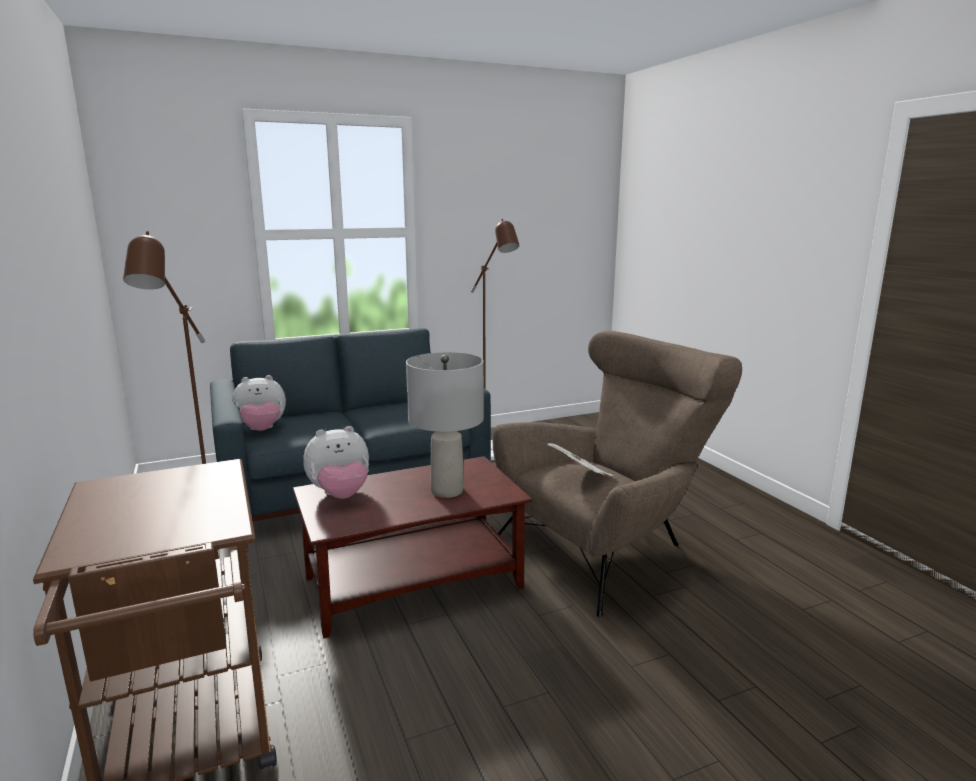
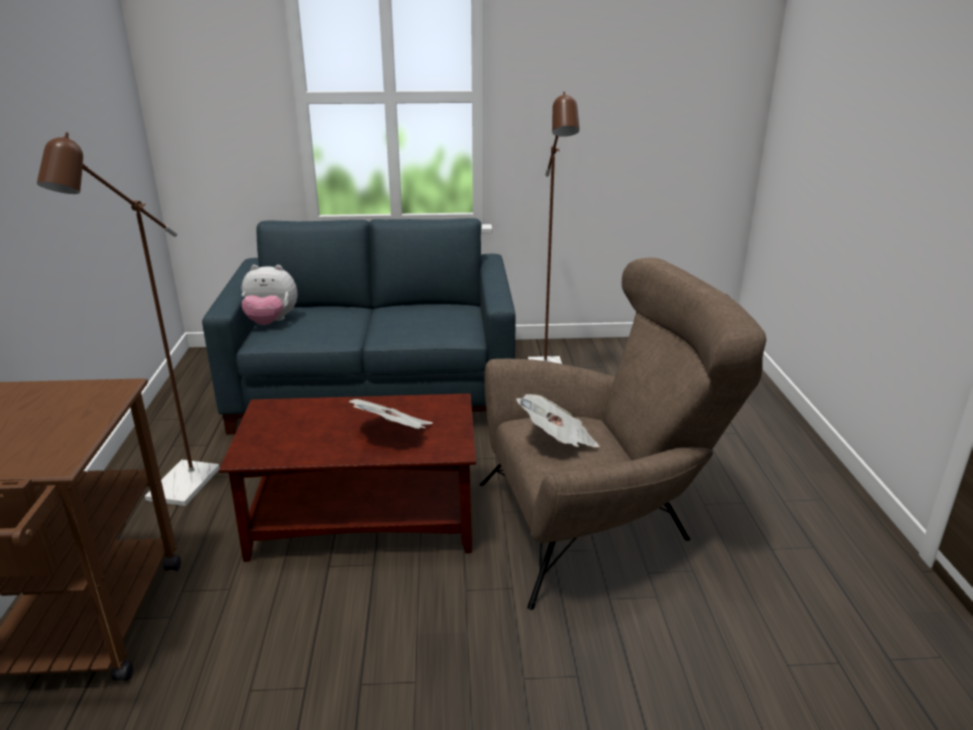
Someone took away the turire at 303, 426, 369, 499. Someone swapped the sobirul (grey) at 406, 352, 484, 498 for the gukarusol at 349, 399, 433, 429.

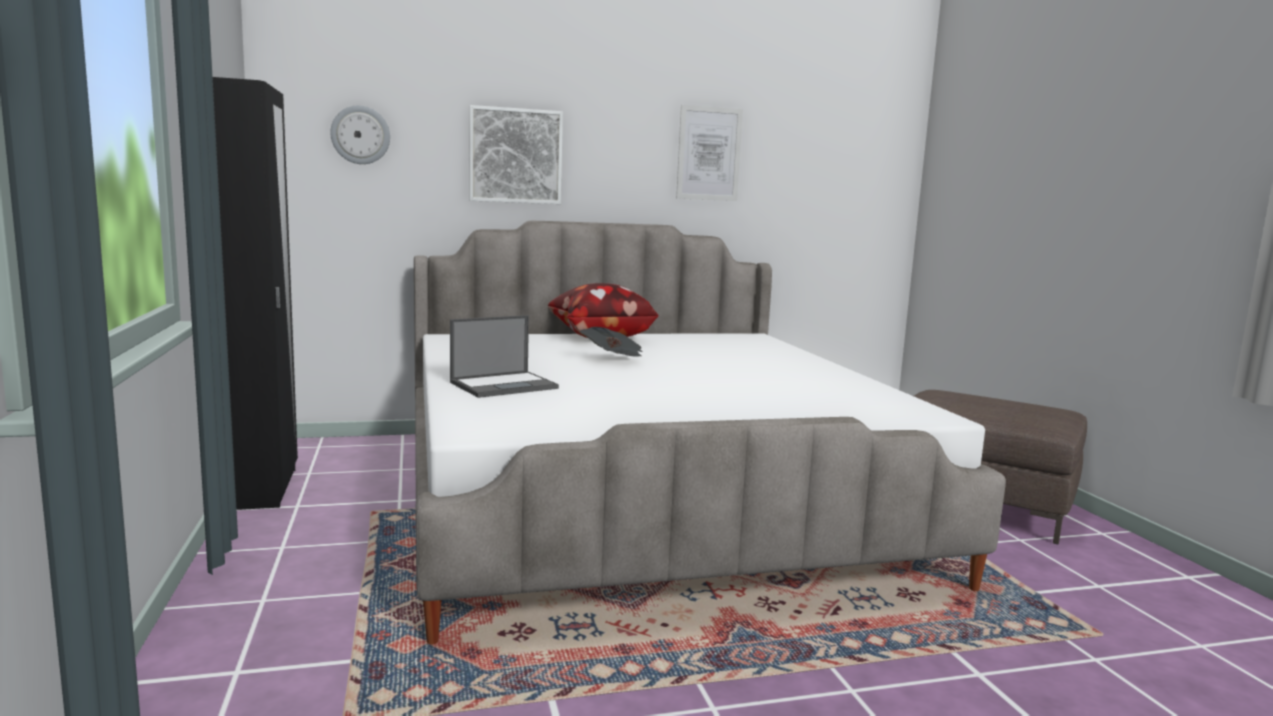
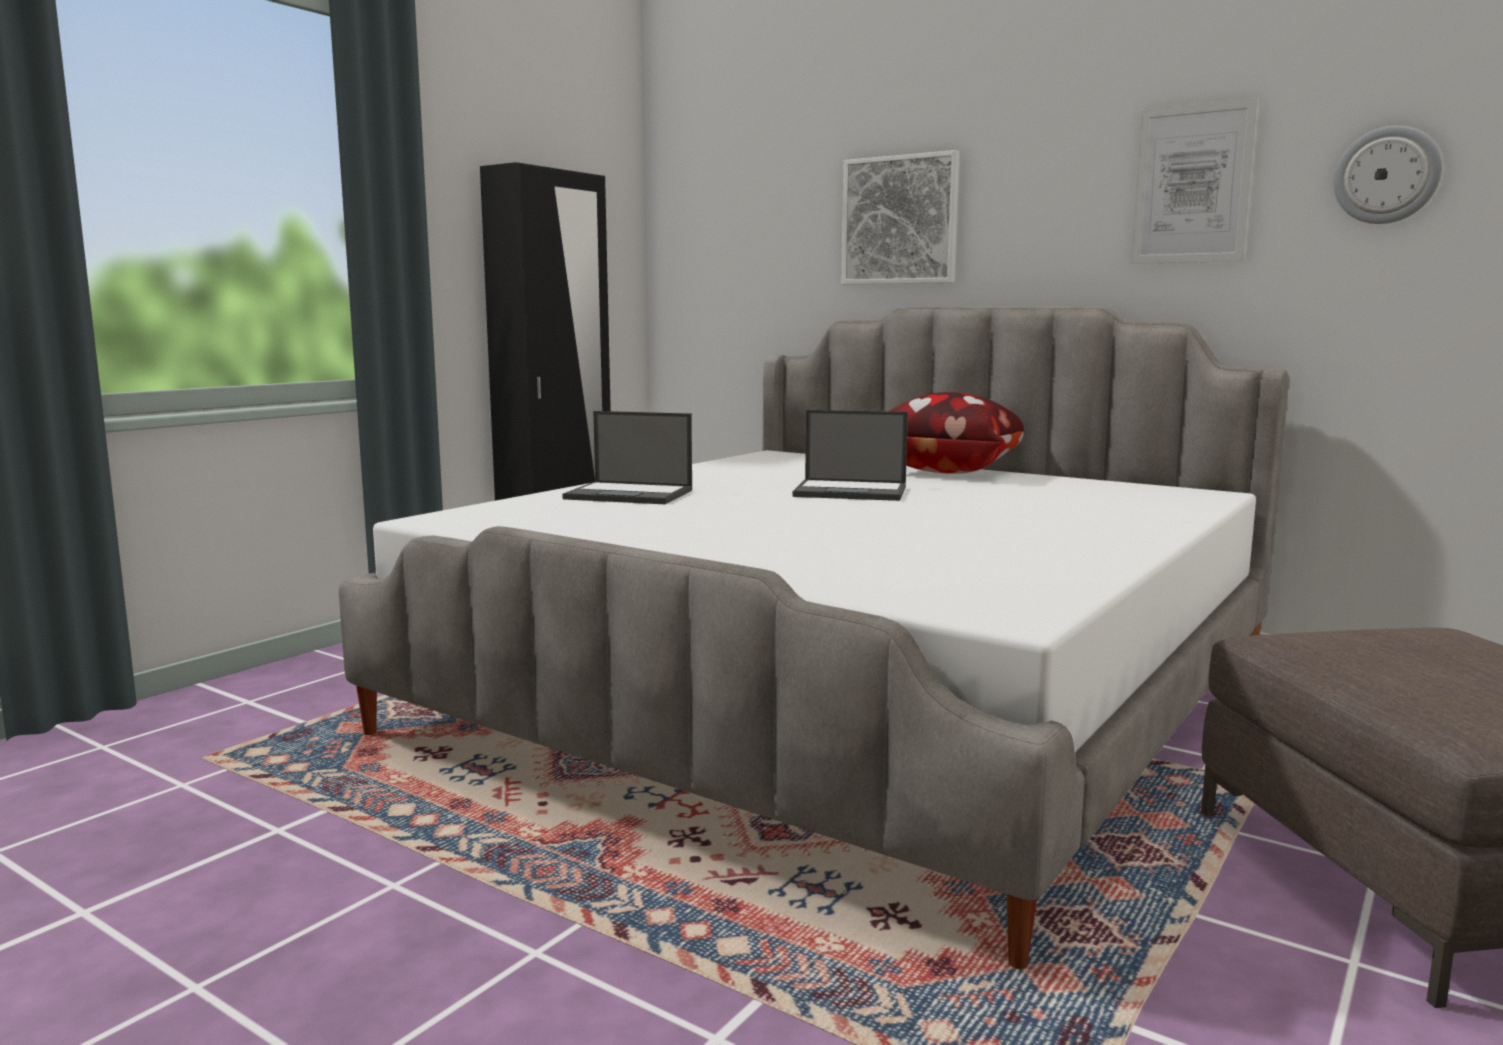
Someone carried the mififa from 330, 106, 390, 164 to 1333, 126, 1442, 224. Someone swapped the gukarusol at 580, 327, 643, 357 for the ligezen at 793, 410, 908, 501.

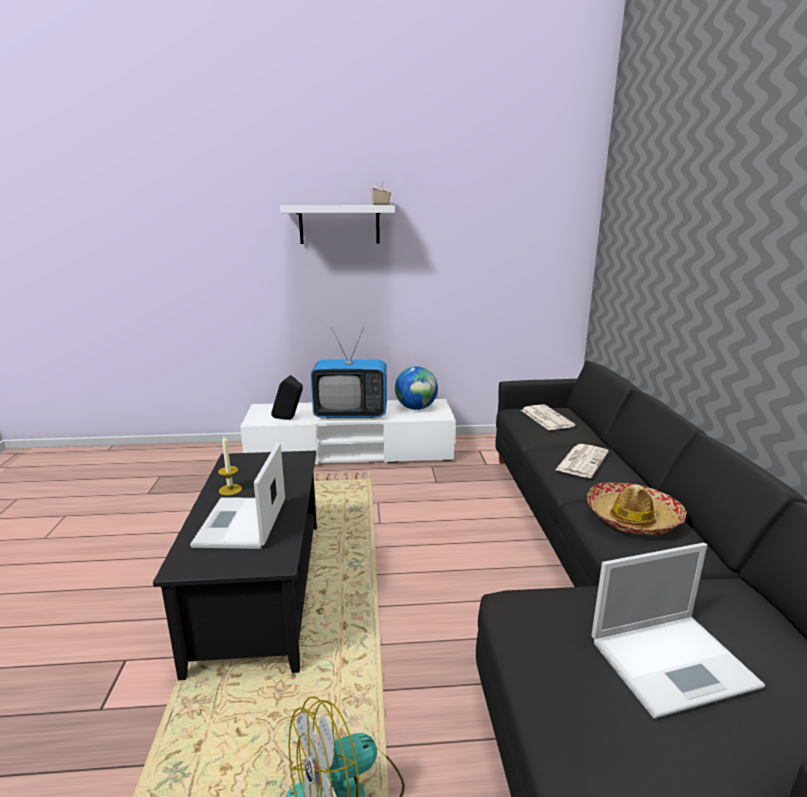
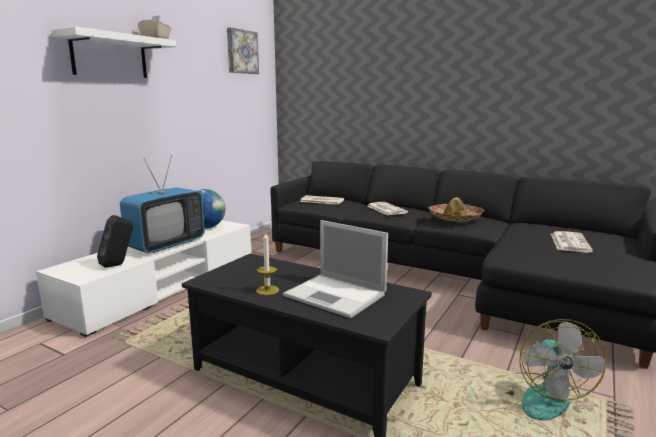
Someone put up the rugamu at 227, 27, 259, 74. Someone swapped the ligezen at 591, 543, 765, 719 for the gukarusol at 551, 231, 593, 253.

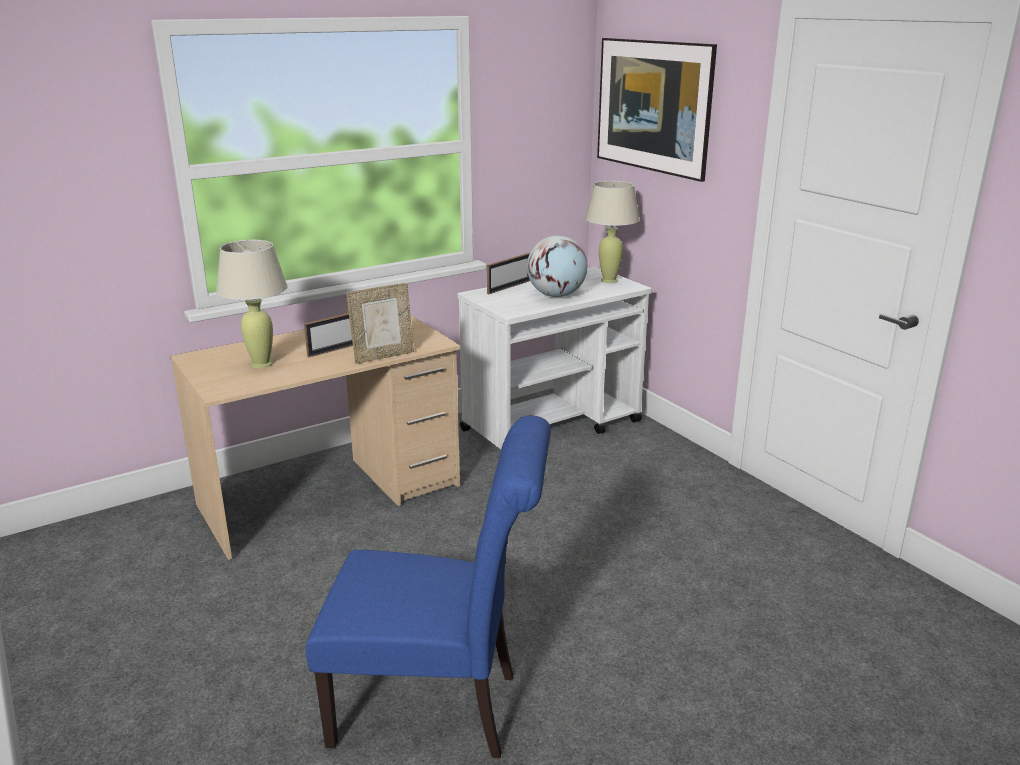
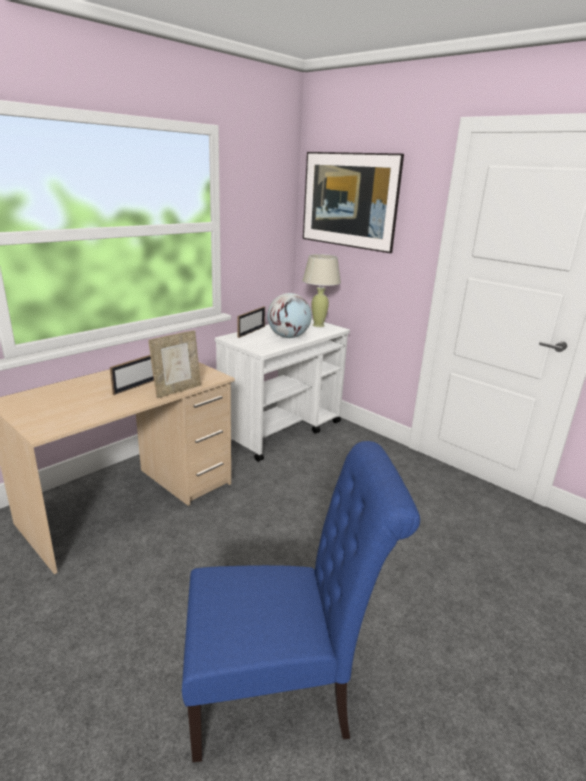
Someone took away the sobirul (beige) at 216, 240, 288, 368.

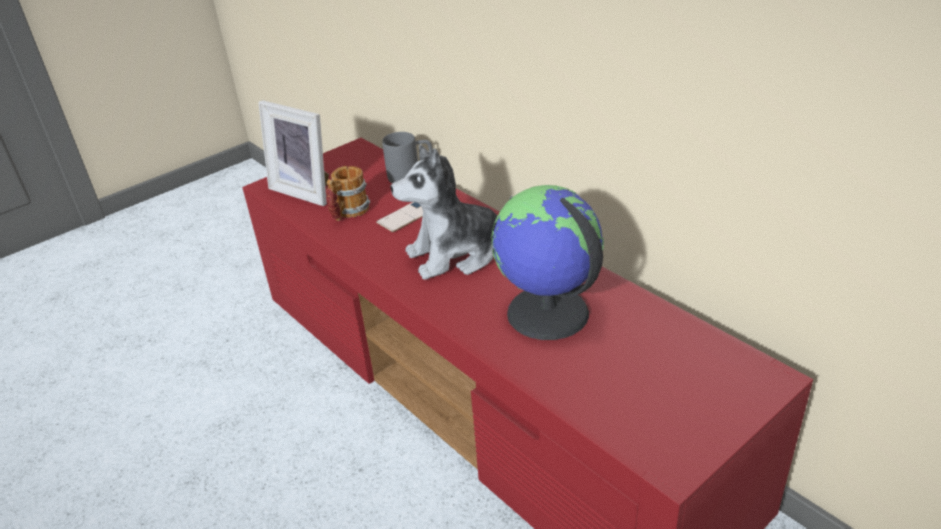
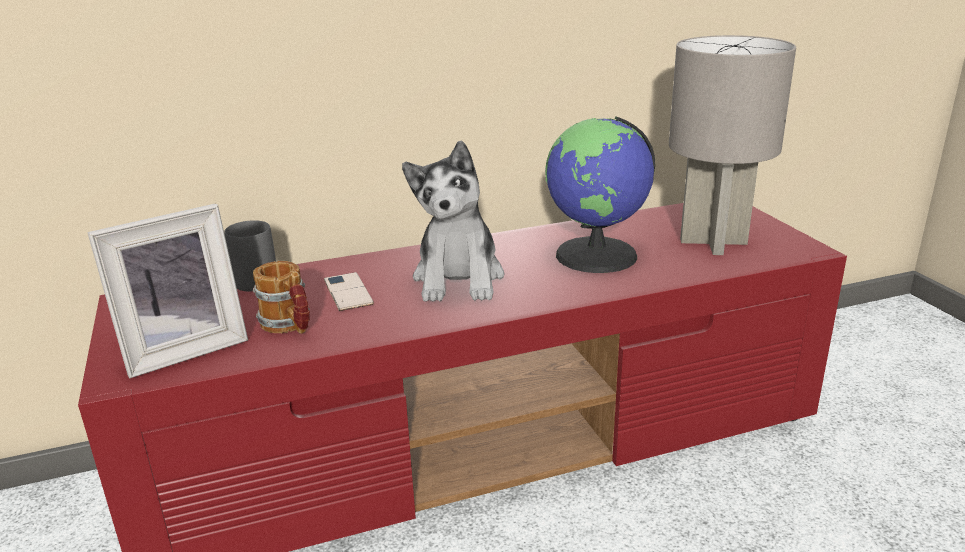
Someone put down the sobirul (grey) at 669, 35, 796, 255.

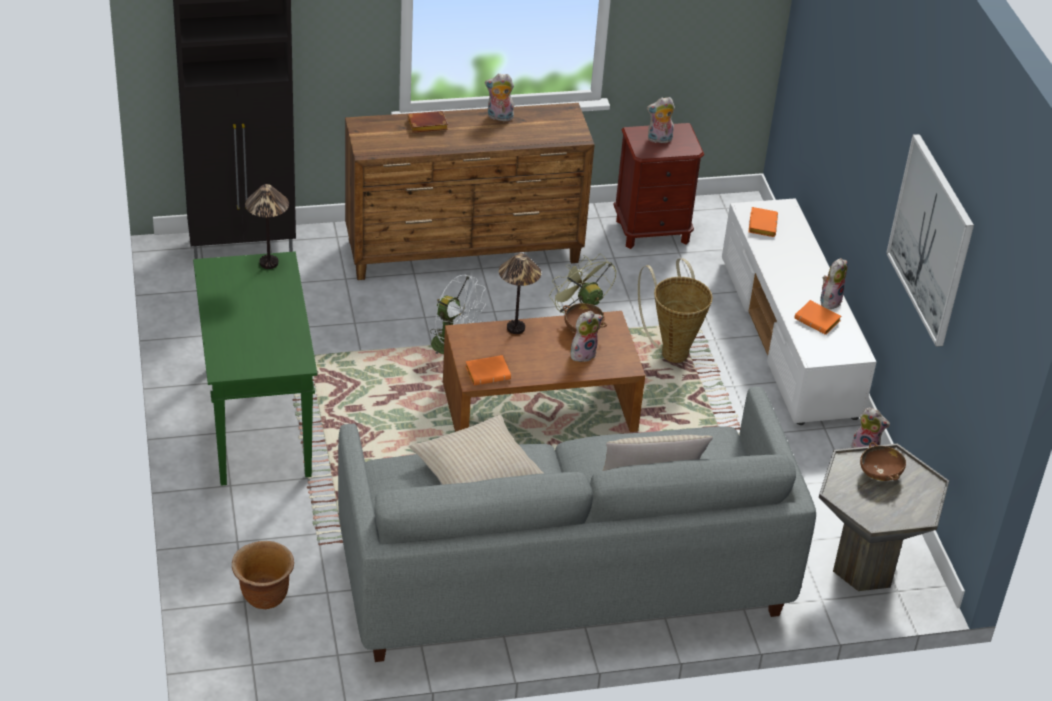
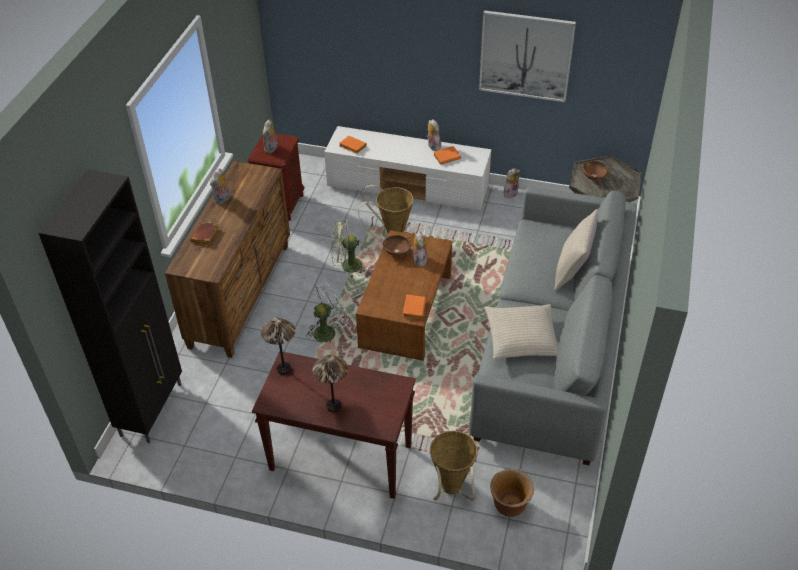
Someone put down the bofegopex at 430, 430, 477, 501. Someone carried the sobirul from 499, 253, 541, 334 to 313, 355, 348, 412. Someone repainted the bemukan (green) at 193, 252, 318, 486, which became the bemukan (brown) at 252, 351, 416, 499.

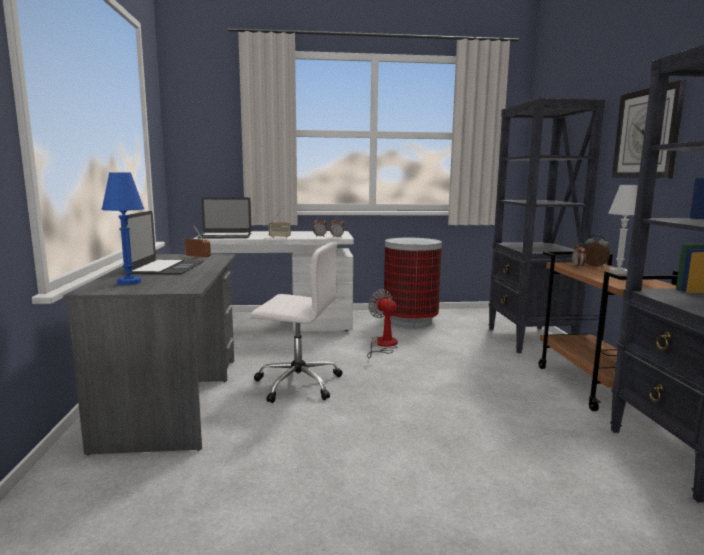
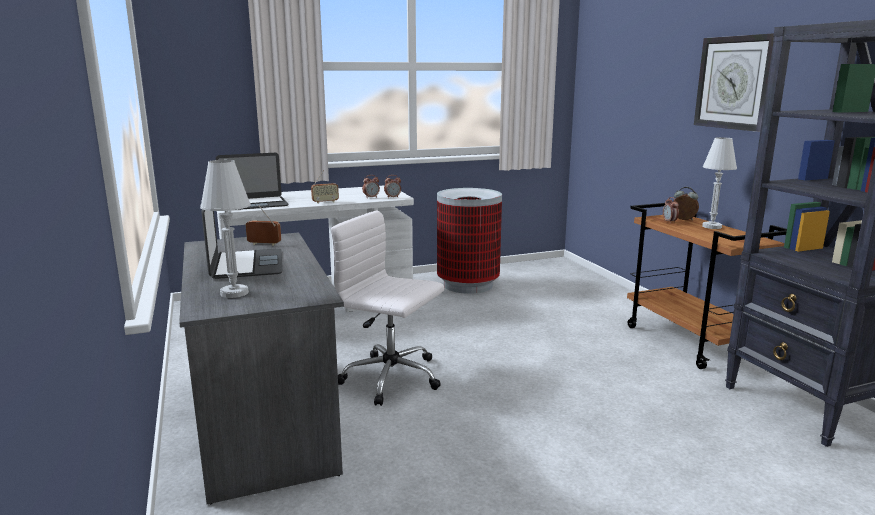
Someone took away the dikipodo at 367, 289, 398, 359. Someone took away the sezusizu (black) at 489, 98, 605, 353. Someone repainted the sobirul (blue) at 102, 172, 144, 285, which became the sobirul (white) at 200, 160, 251, 298. Someone rotated the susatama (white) at 250, 242, 342, 403 by 150 degrees counterclockwise.

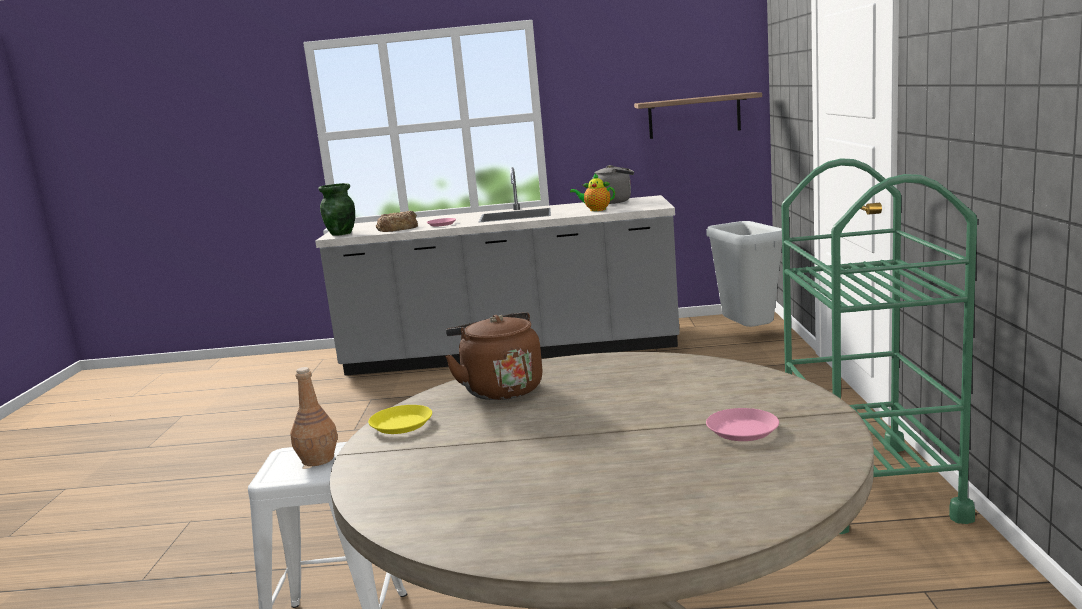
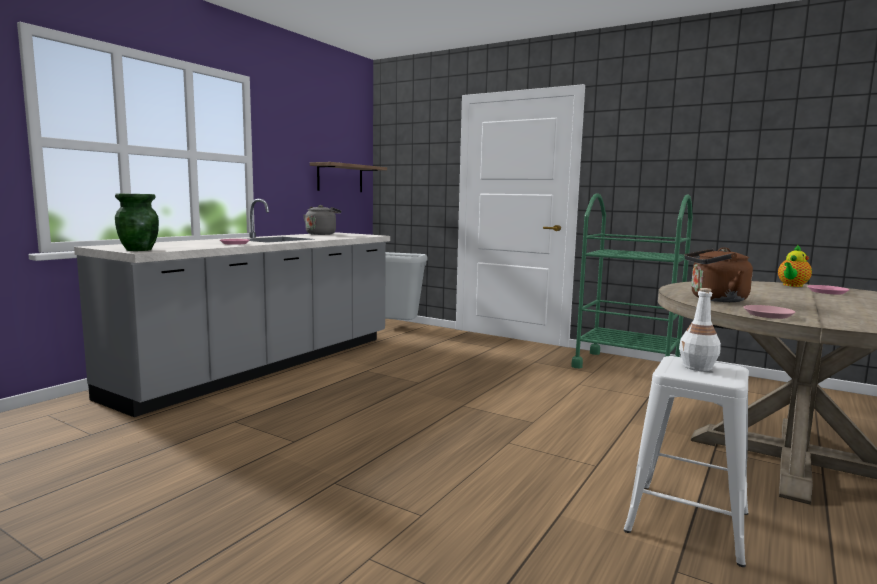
Someone took away the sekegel at 376, 211, 418, 232. Someone carried the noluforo from 570, 173, 615, 211 to 778, 245, 812, 287. Someone repainted the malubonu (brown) at 290, 367, 338, 466, which became the malubonu (white) at 679, 288, 721, 371. Someone repainted the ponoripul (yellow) at 368, 405, 432, 434, which became the ponoripul (pink) at 744, 305, 796, 319.

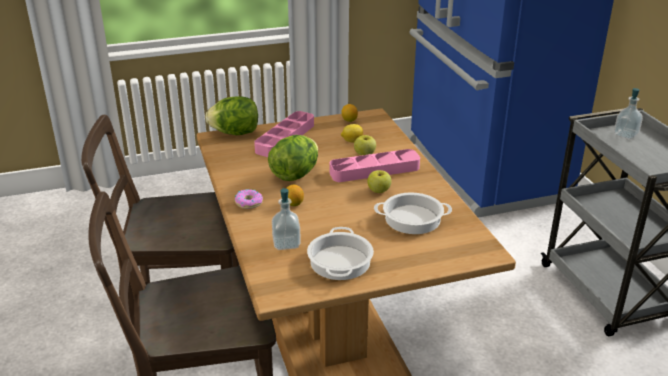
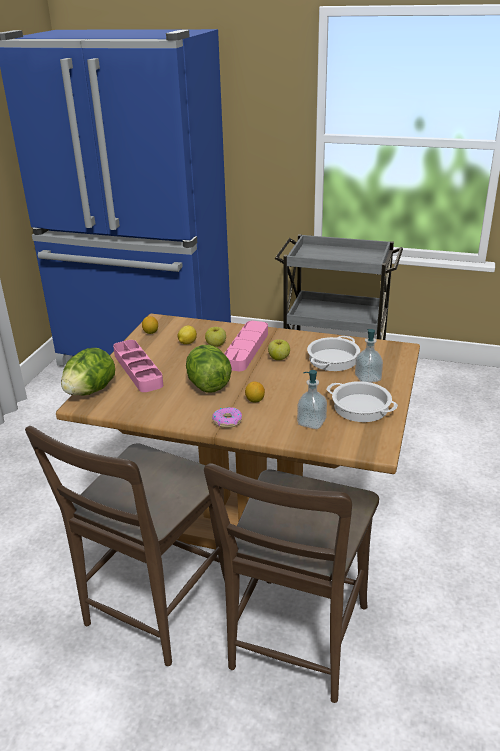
Someone carried the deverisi from 614, 88, 643, 140 to 355, 329, 383, 383.

